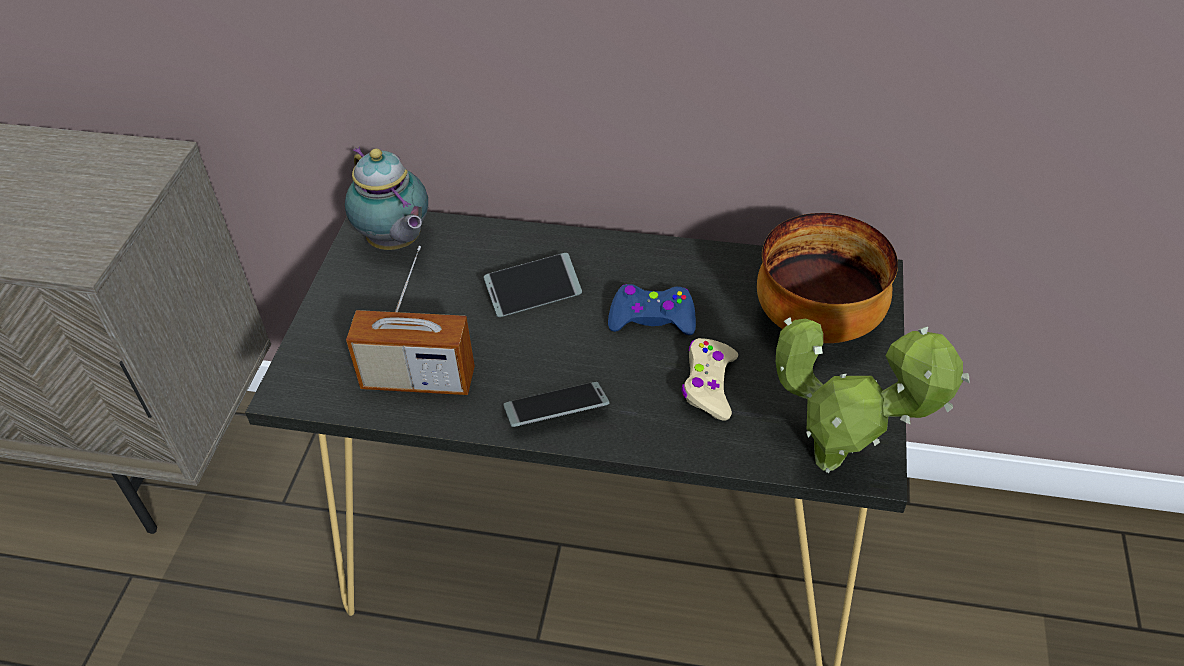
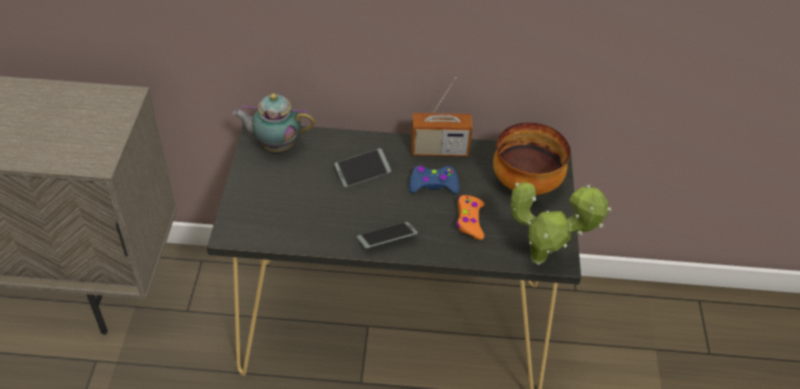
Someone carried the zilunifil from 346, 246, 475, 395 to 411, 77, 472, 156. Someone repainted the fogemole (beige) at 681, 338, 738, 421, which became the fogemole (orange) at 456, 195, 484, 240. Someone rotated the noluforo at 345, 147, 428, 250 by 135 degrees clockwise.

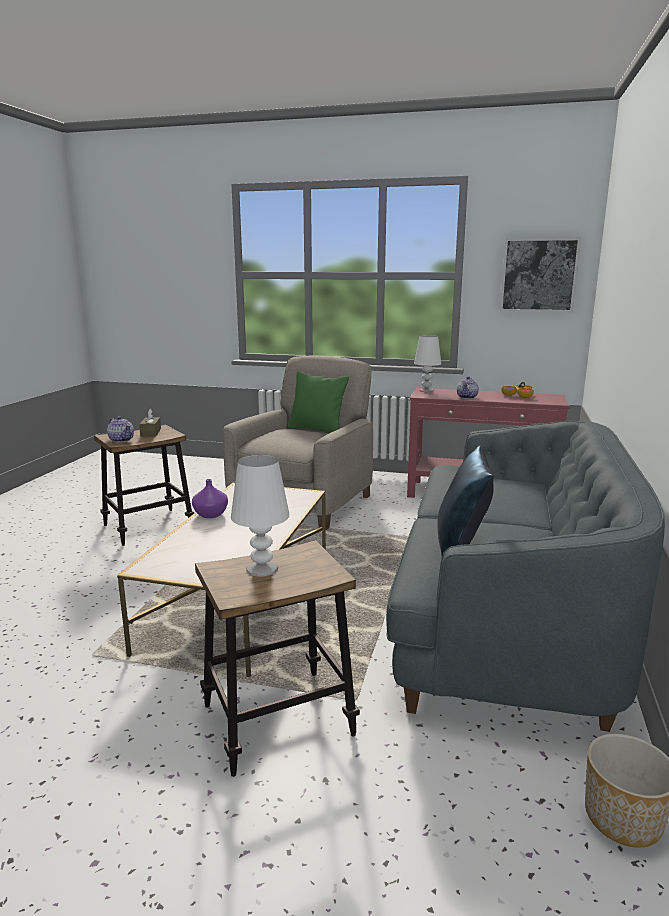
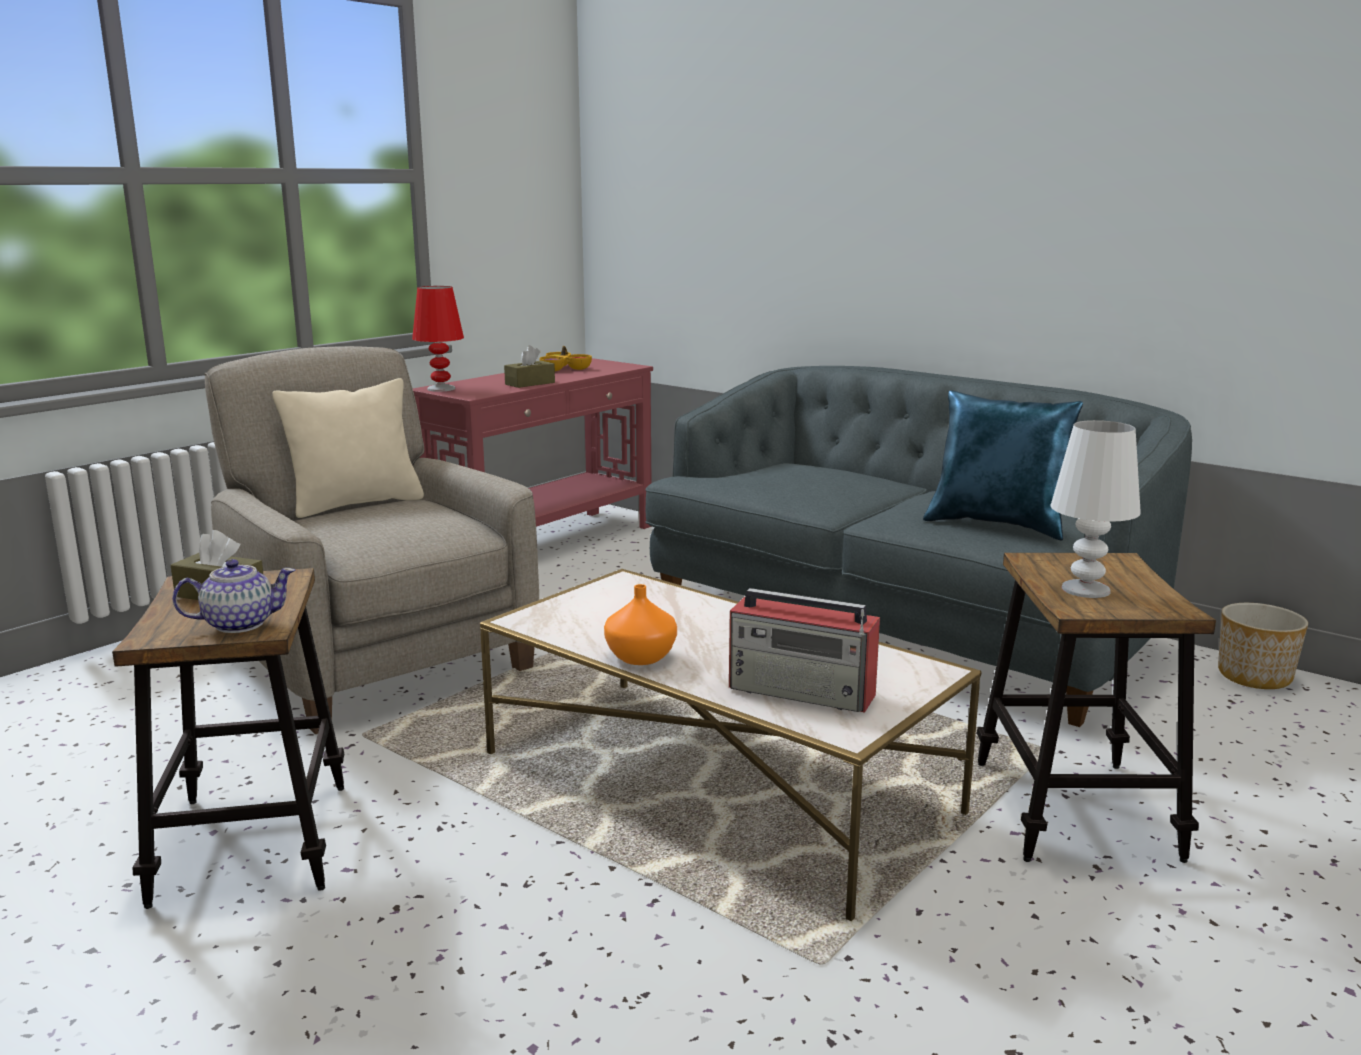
Someone took away the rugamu at 500, 237, 581, 312. Someone put down the zilunifil at 729, 588, 880, 713. Someone swapped the noluforo at 457, 376, 479, 399 for the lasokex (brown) at 504, 345, 555, 388. Someone repainted the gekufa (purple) at 192, 479, 228, 518, which became the gekufa (orange) at 604, 584, 677, 665. Someone repainted the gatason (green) at 288, 371, 349, 433, which became the gatason (beige) at 272, 378, 424, 518. Someone repainted the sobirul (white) at 414, 335, 441, 392, which became the sobirul (red) at 412, 286, 464, 392.

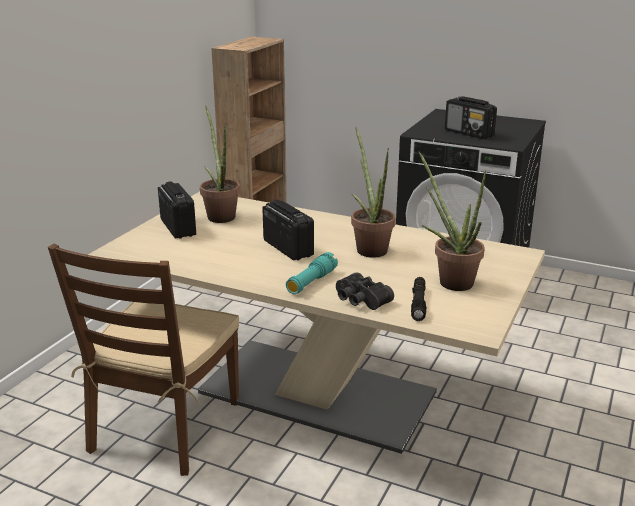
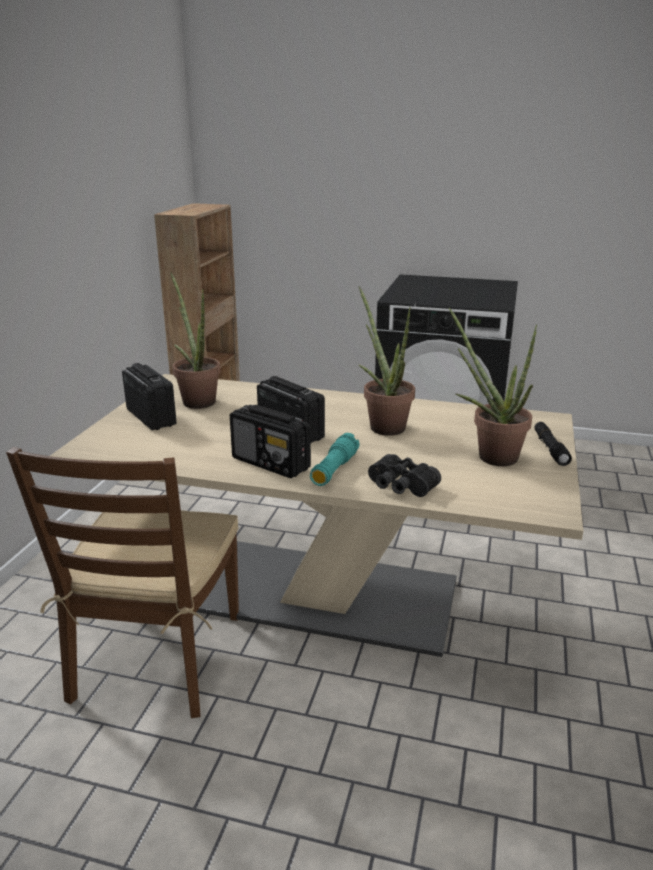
Someone carried the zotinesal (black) from 411, 277, 426, 321 to 535, 422, 572, 466. Someone carried the zilunifil from 445, 96, 497, 139 to 230, 405, 311, 478.

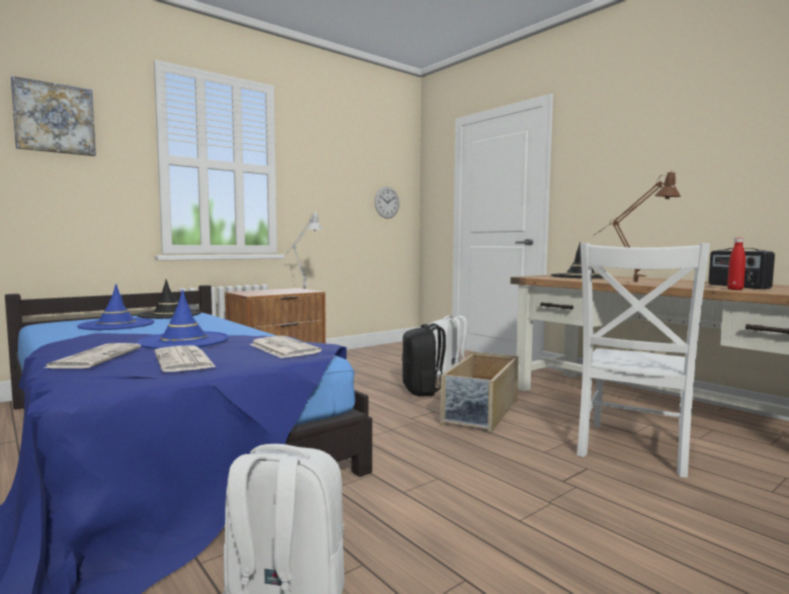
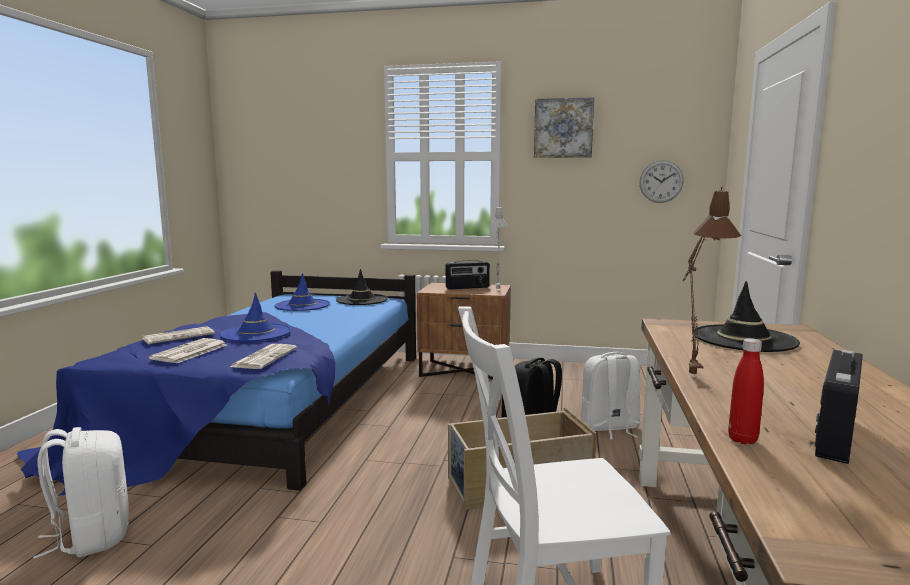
Someone put down the zilunifil at 446, 260, 490, 289. Someone carried the rugamu from 11, 76, 96, 156 to 534, 97, 594, 158.

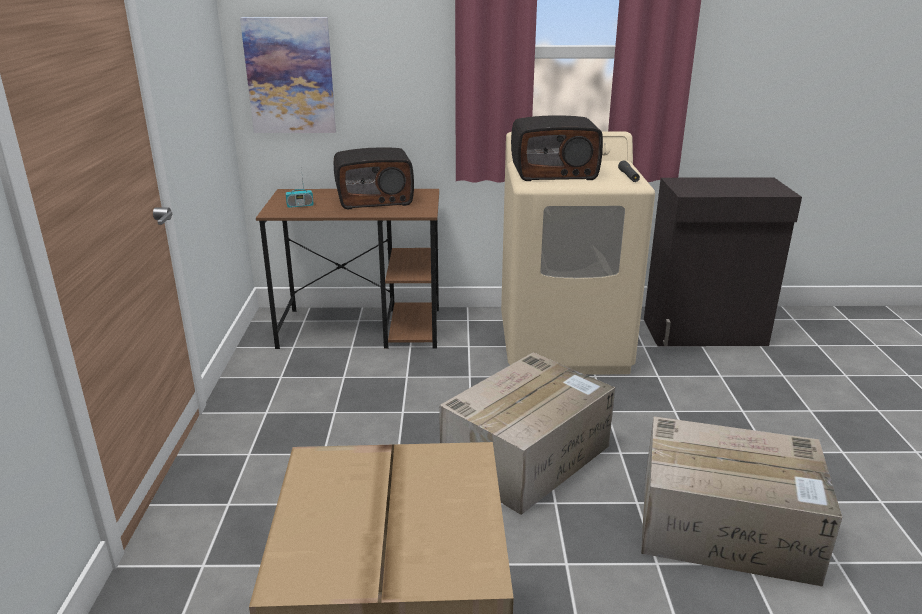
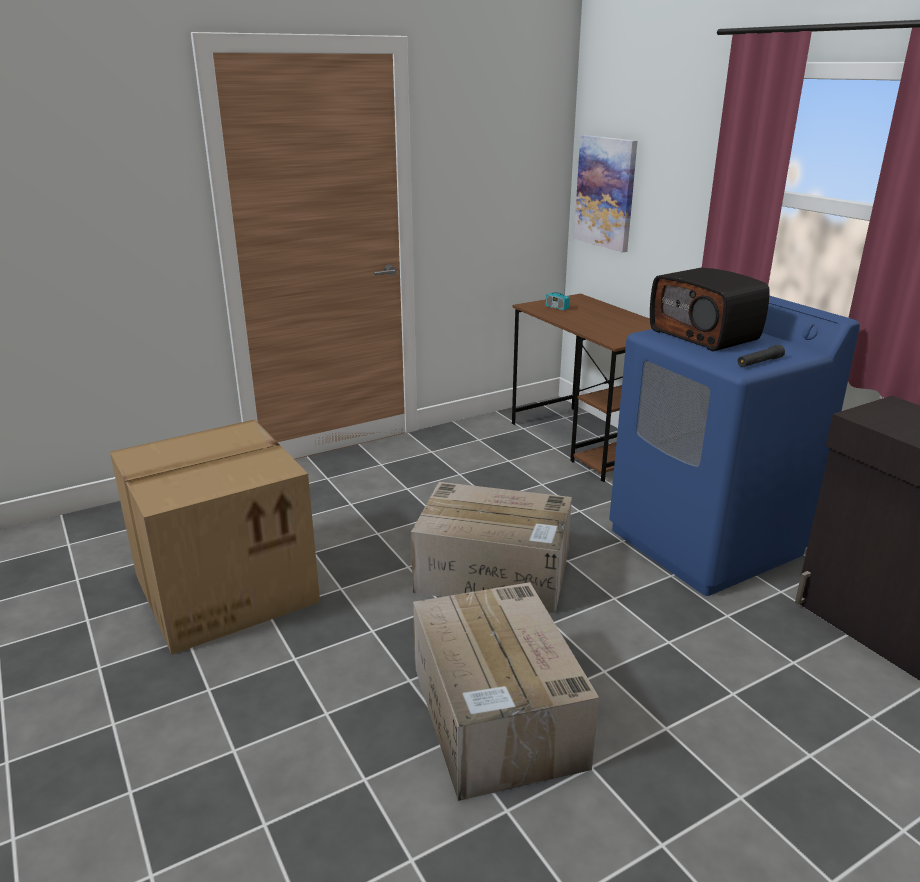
Someone took away the zilunifil at 334, 147, 414, 209. Someone repainted the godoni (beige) at 501, 131, 655, 374, which became the godoni (blue) at 609, 296, 860, 596.

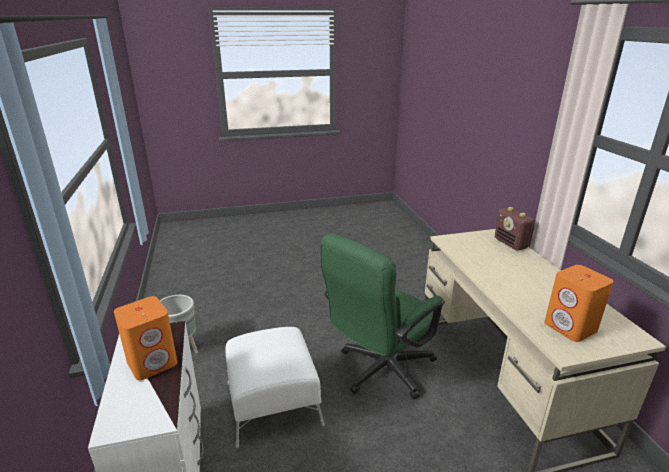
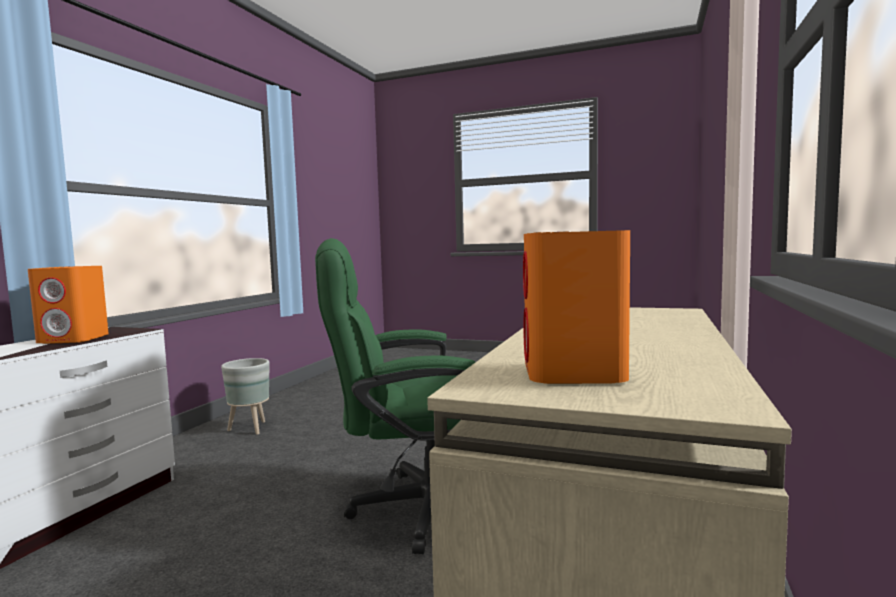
Someone took away the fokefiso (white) at 225, 327, 325, 448. Someone took away the zilunifil at 495, 207, 534, 250.

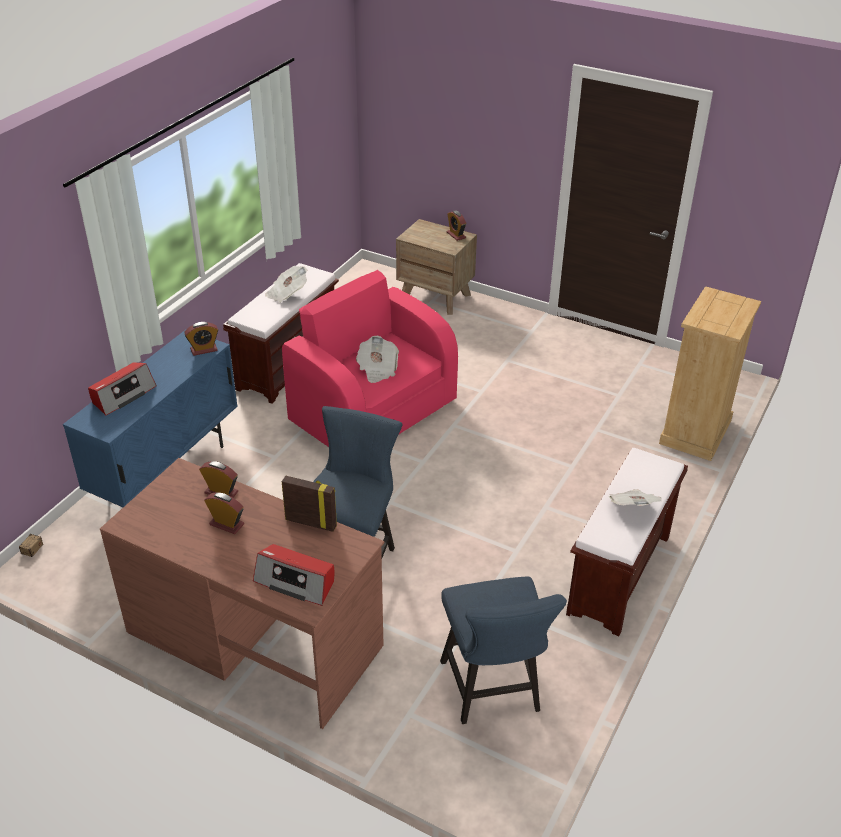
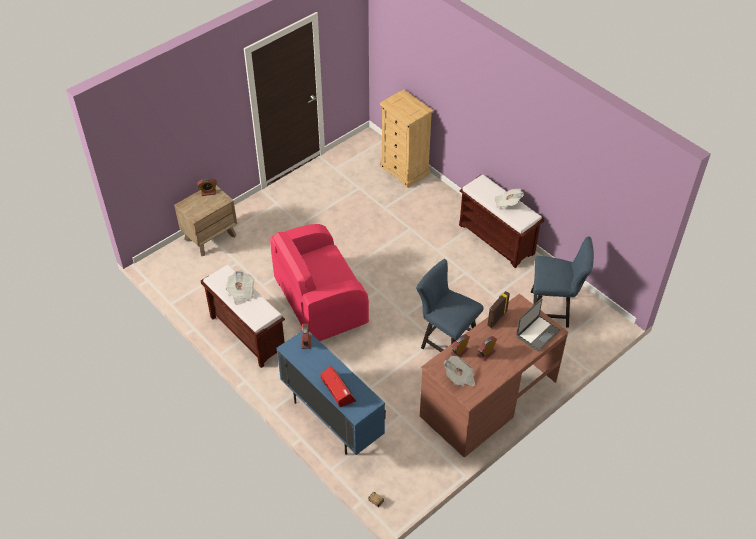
Someone carried the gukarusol from 356, 336, 399, 383 to 444, 356, 475, 386. Someone swapped the zilunifil at 253, 544, 334, 606 for the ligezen at 516, 298, 560, 351.

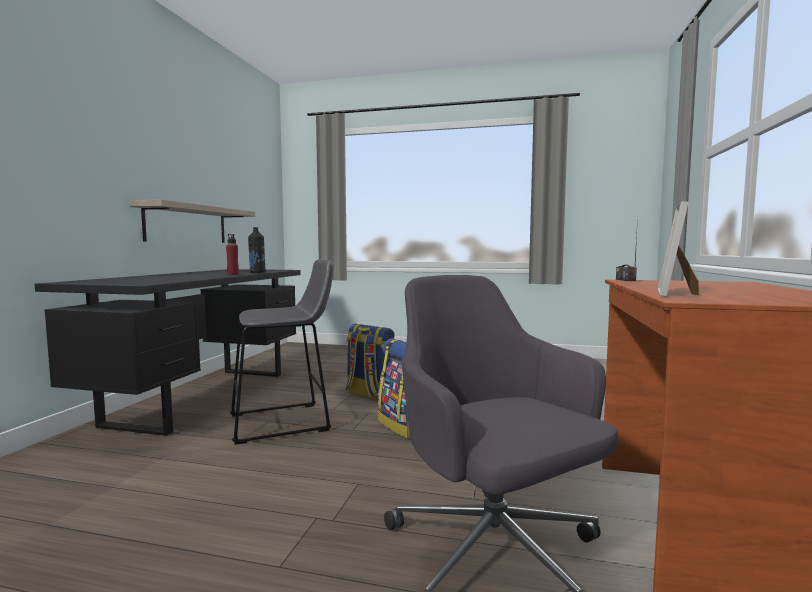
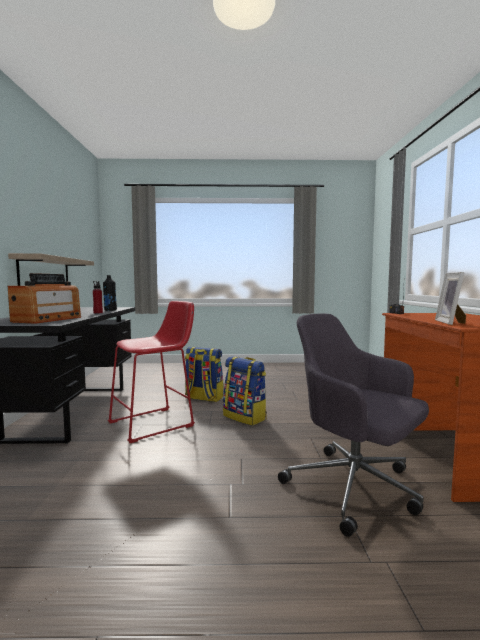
Someone put down the zilunifil at 8, 273, 81, 324. Someone repainted the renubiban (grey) at 230, 259, 334, 445, which became the renubiban (red) at 108, 301, 195, 443.

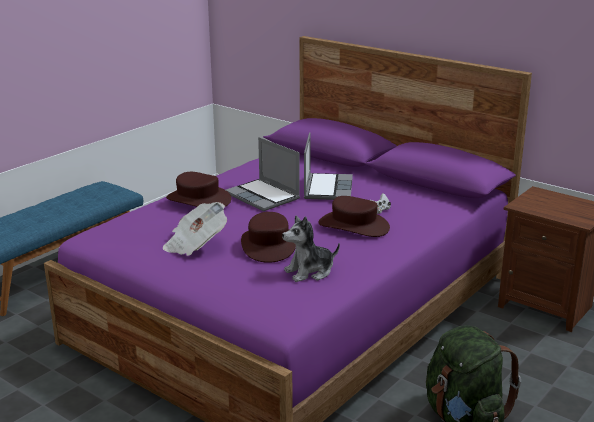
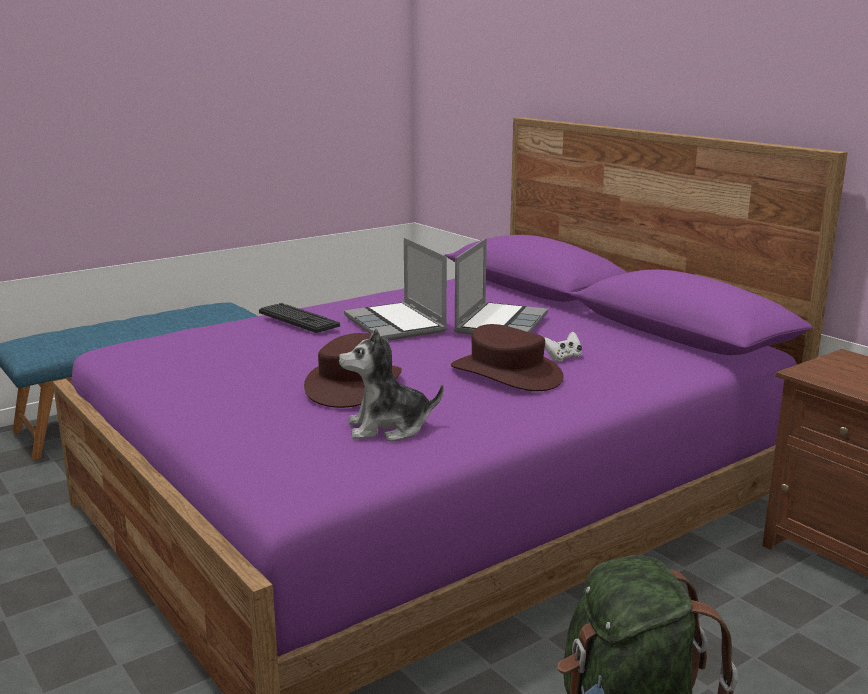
Someone took away the gukarusol at 163, 202, 227, 256. Someone swapped the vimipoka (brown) at 166, 172, 231, 207 for the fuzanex at 259, 303, 340, 333.

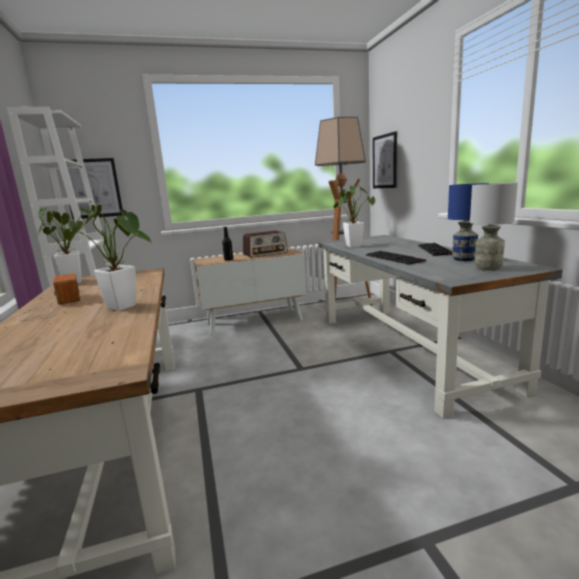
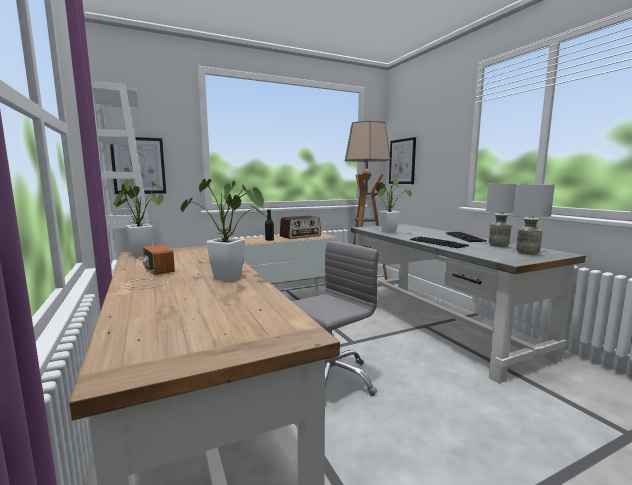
Someone put down the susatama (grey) at 292, 241, 379, 396. Someone repainted the sobirul (blue) at 448, 183, 488, 261, which became the sobirul (grey) at 486, 183, 516, 247.

